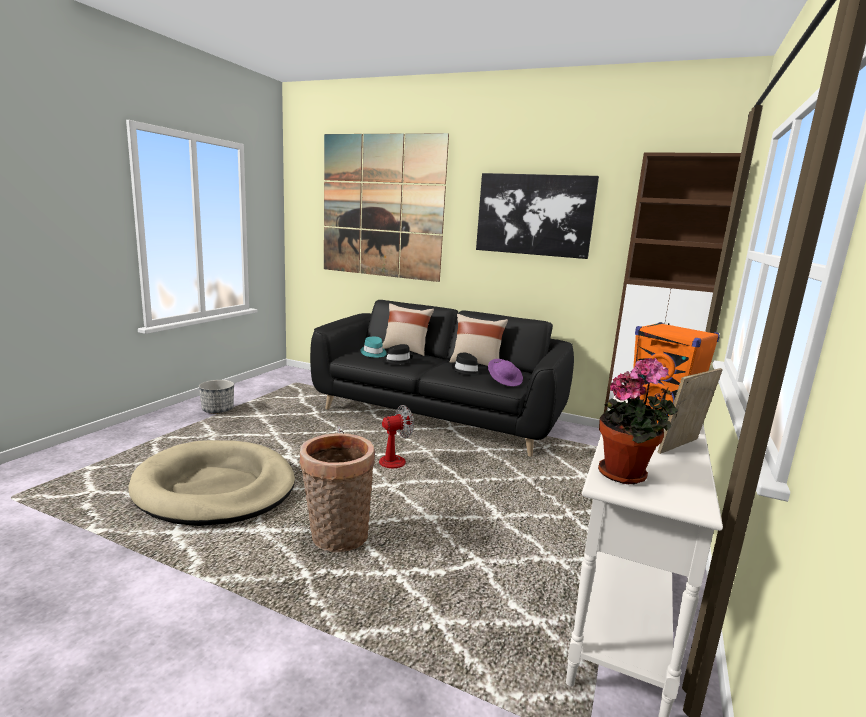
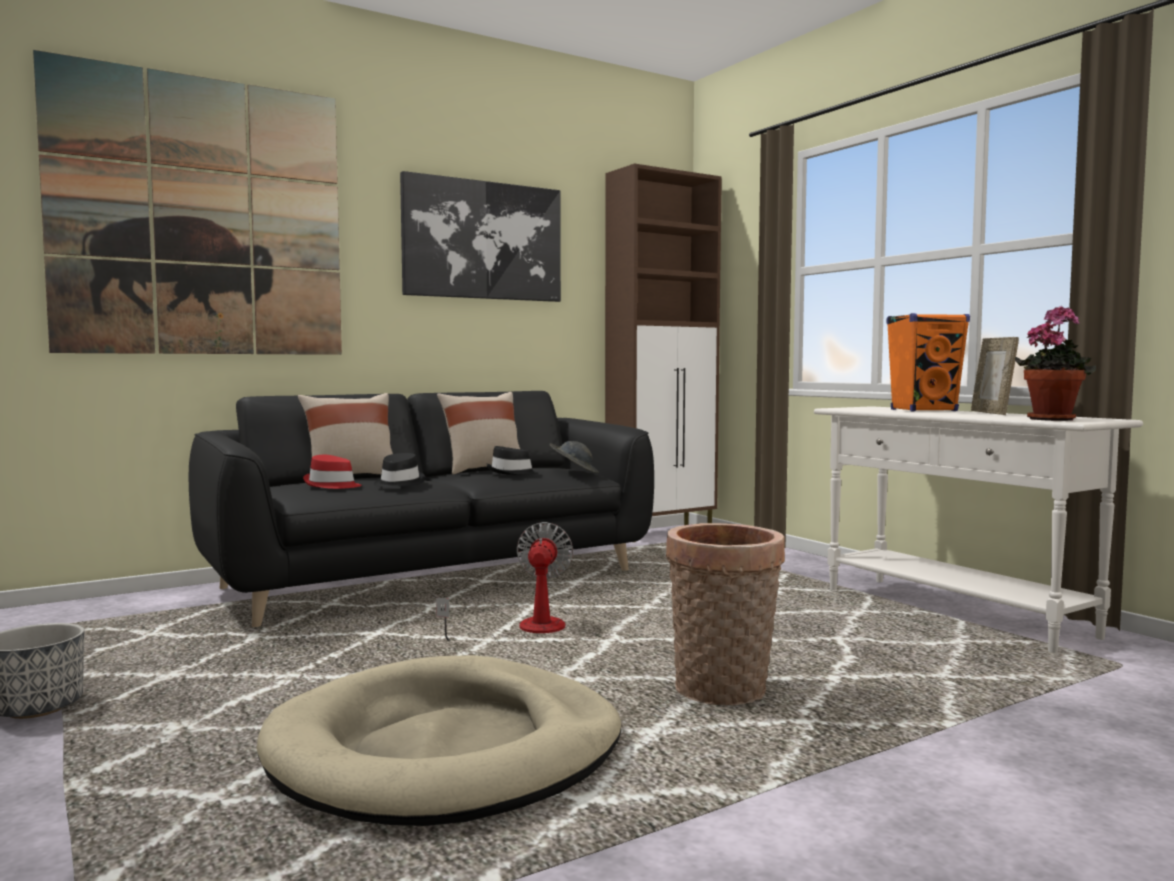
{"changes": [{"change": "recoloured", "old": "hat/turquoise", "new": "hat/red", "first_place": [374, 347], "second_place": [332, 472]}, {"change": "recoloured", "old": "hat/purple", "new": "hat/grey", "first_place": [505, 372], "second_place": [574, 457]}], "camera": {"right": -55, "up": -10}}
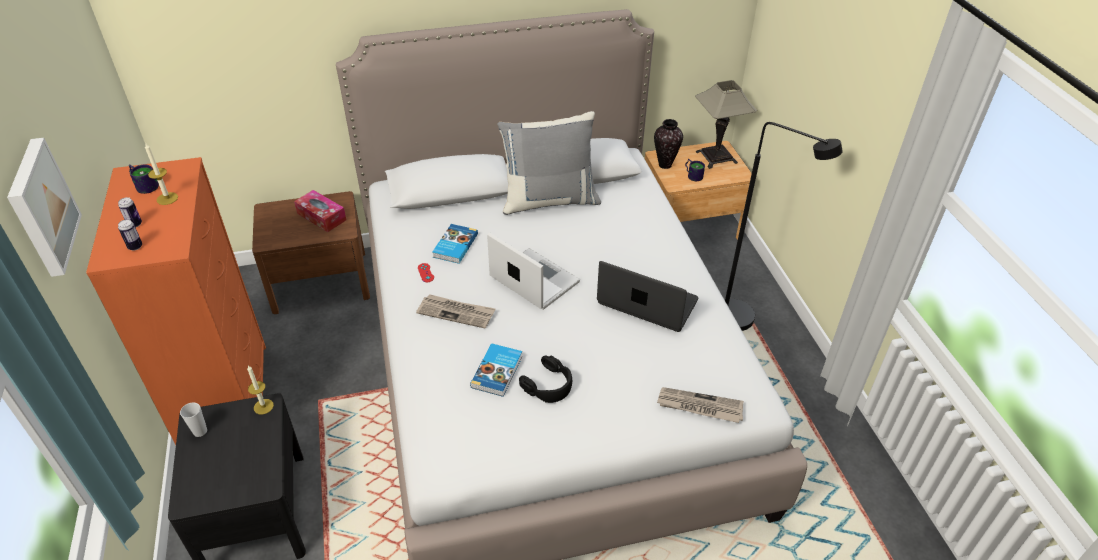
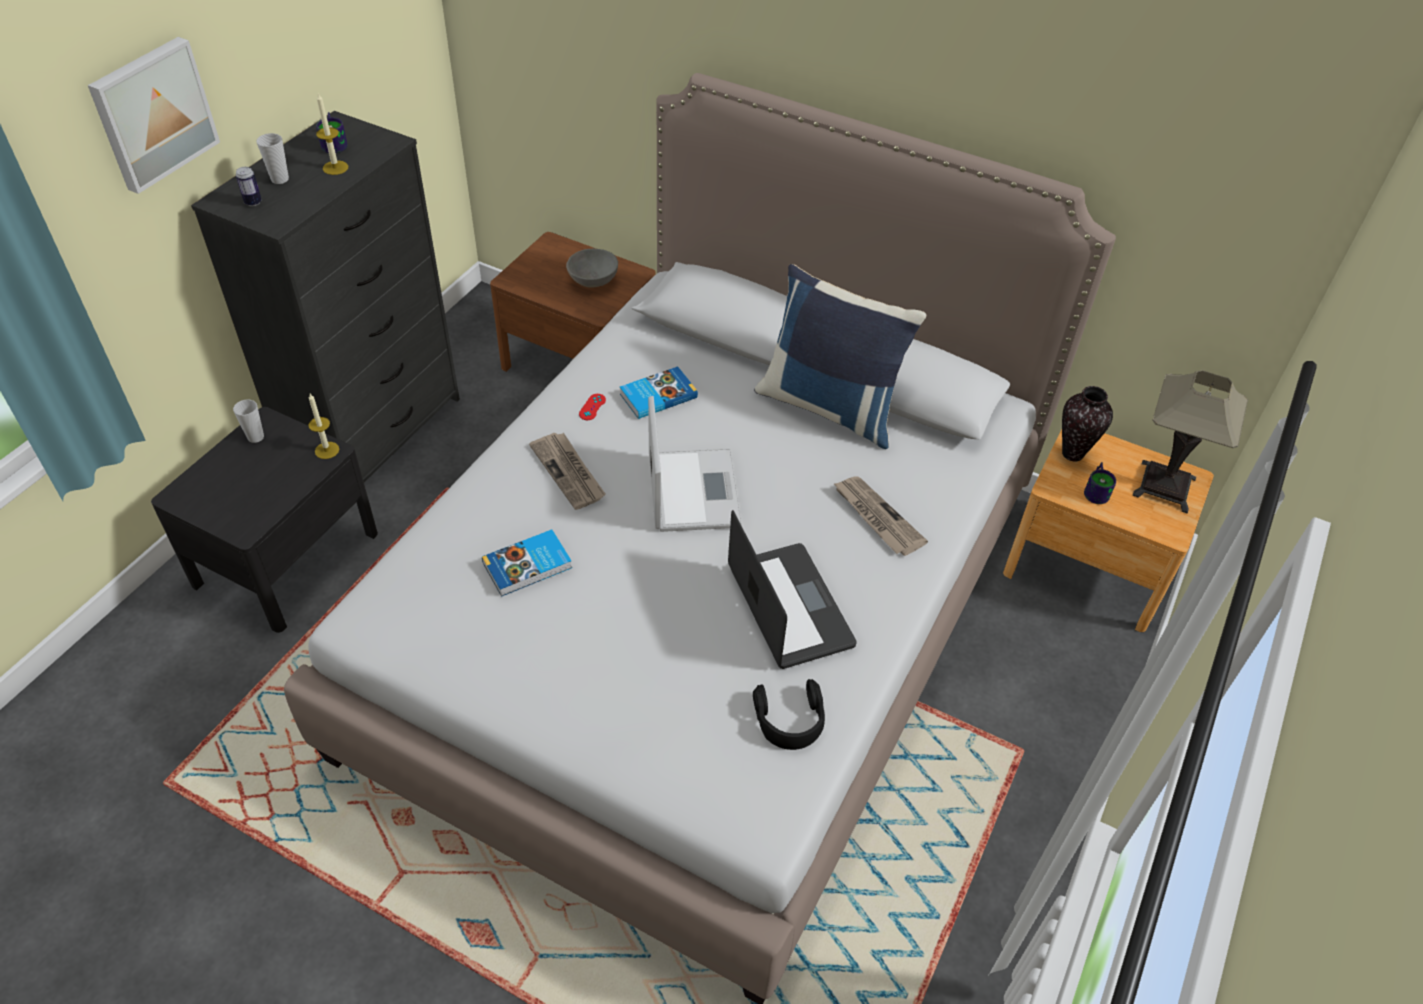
{"changes": [{"change": "recoloured", "old": "dresser/orange", "new": "dresser/black", "first_place": [176, 301], "second_place": [325, 296]}, {"change": "replaced", "old": "can", "new": "cup", "first_place": [130, 212], "second_place": [272, 158]}, {"change": "replaced", "old": "tissue box", "new": "bowl/grey", "first_place": [320, 211], "second_place": [592, 268]}, {"change": "recoloured", "old": "pillow/grey", "new": "pillow/blue", "first_place": [549, 163], "second_place": [840, 356]}, {"change": "moved", "old": "headphones/black", "first_place": [545, 379], "second_place": [789, 714]}, {"change": "moved", "old": "newspaper", "first_place": [700, 405], "second_place": [880, 516]}, {"change": "removed", "old": "floor lamp/black", "first_place": [784, 226]}], "camera": {"right": 40, "up": 5}}
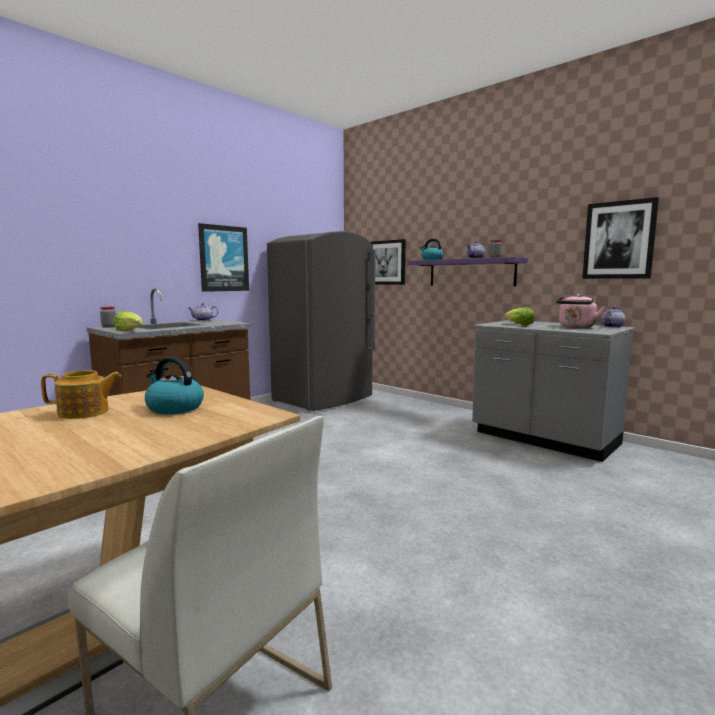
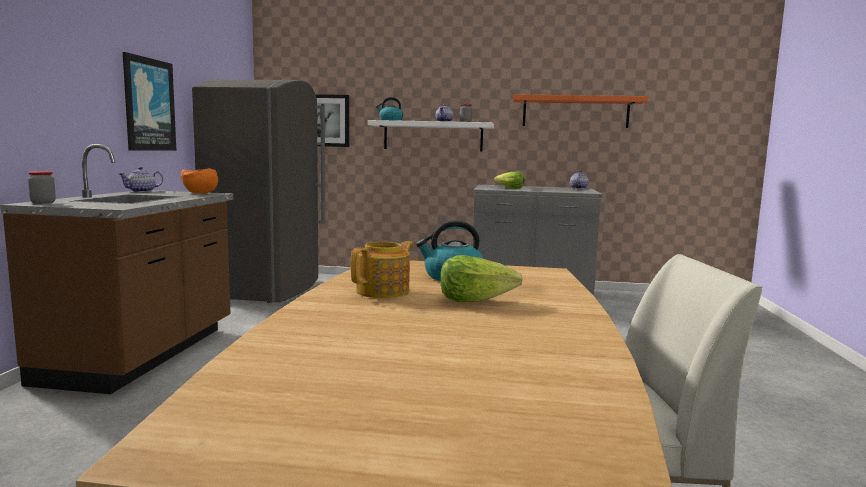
{"changes": [{"change": "moved", "old": "lettuce", "first_place": [128, 321], "second_place": [481, 278]}, {"change": "recoloured", "old": "shelf/purple", "new": "shelf/white", "first_place": [468, 272], "second_place": [431, 135]}, {"change": "removed", "old": "kettle/pink", "first_place": [580, 311]}, {"change": "replaced", "old": "picture", "new": "shelf/orange", "first_place": [620, 238], "second_place": [580, 111]}, {"change": "added", "new": "bowl/orange", "second_place": [199, 181]}], "camera": {"right": -35, "up": 0}}
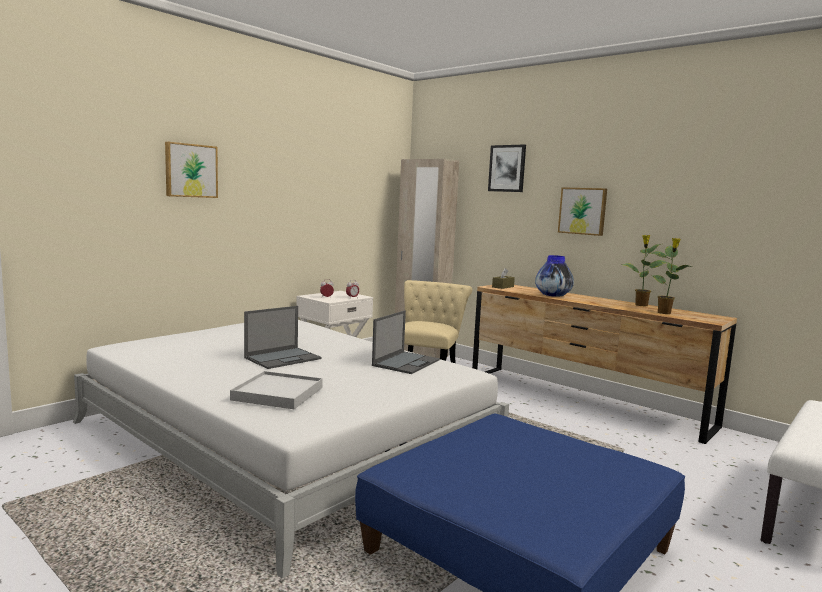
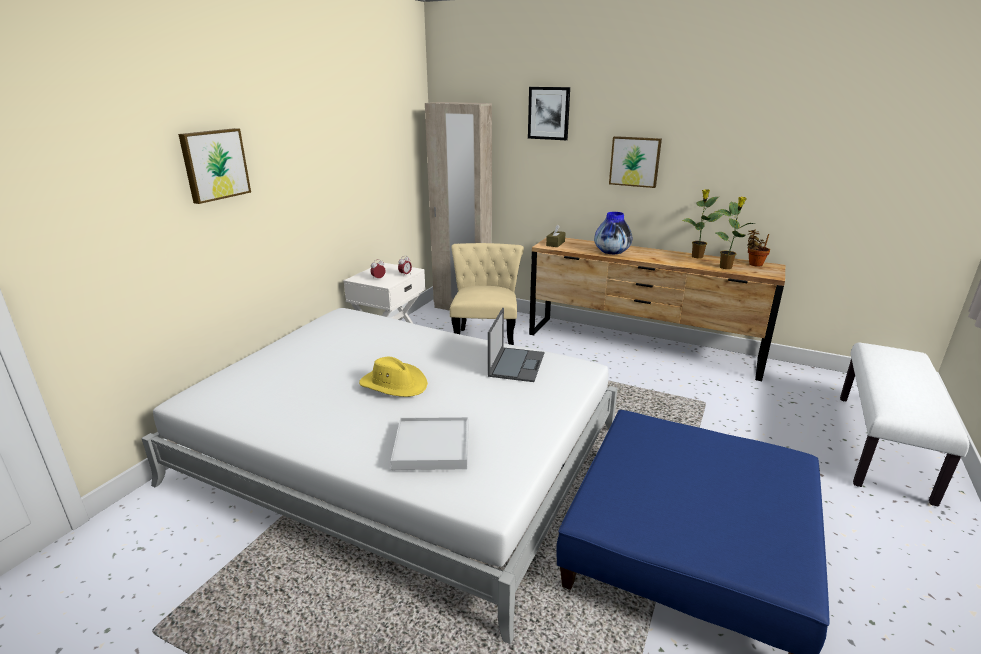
{"changes": [{"change": "replaced", "old": "laptop", "new": "hat/yellow", "first_place": [283, 337], "second_place": [393, 377]}, {"change": "added", "new": "potted plant", "second_place": [758, 248]}], "camera": {"right": -15, "up": 15}}
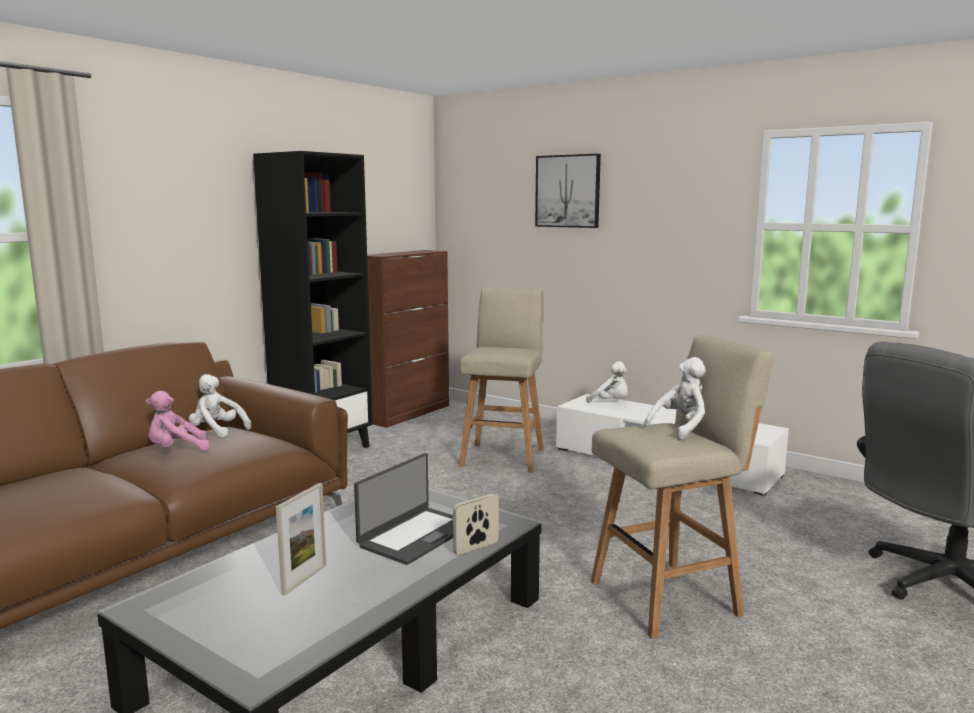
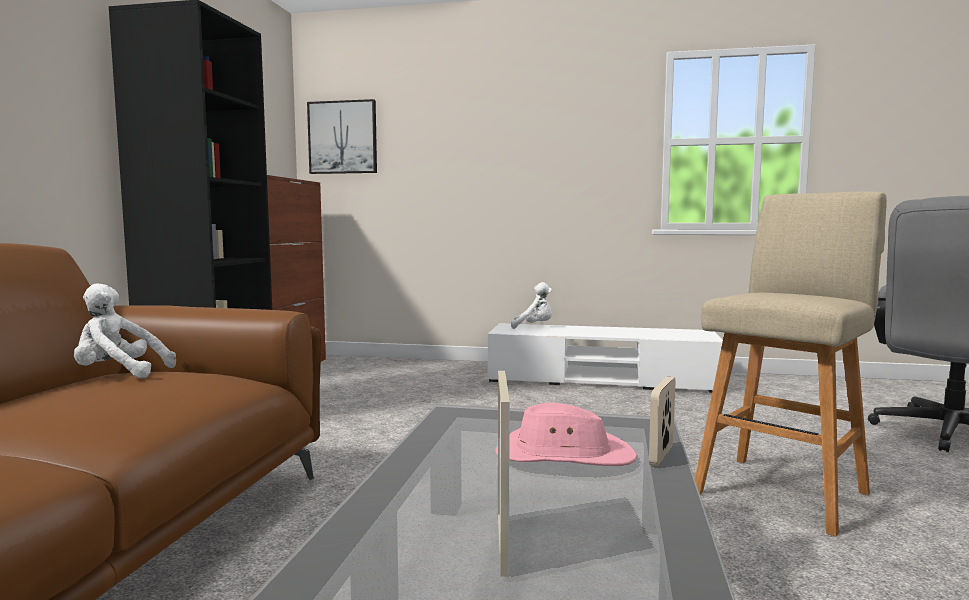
{"changes": [{"change": "removed", "old": "plush toy/pink", "first_place": [178, 421]}, {"change": "replaced", "old": "laptop", "new": "hat/pink", "first_place": [403, 509], "second_place": [566, 434]}, {"change": "removed", "old": "stool/beige", "first_place": [501, 380]}, {"change": "moved", "old": "picture", "first_place": [568, 191], "second_place": [342, 136]}, {"change": "removed", "old": "plush toy/white", "first_place": [675, 398]}], "camera": {"right": -25, "up": -5}}
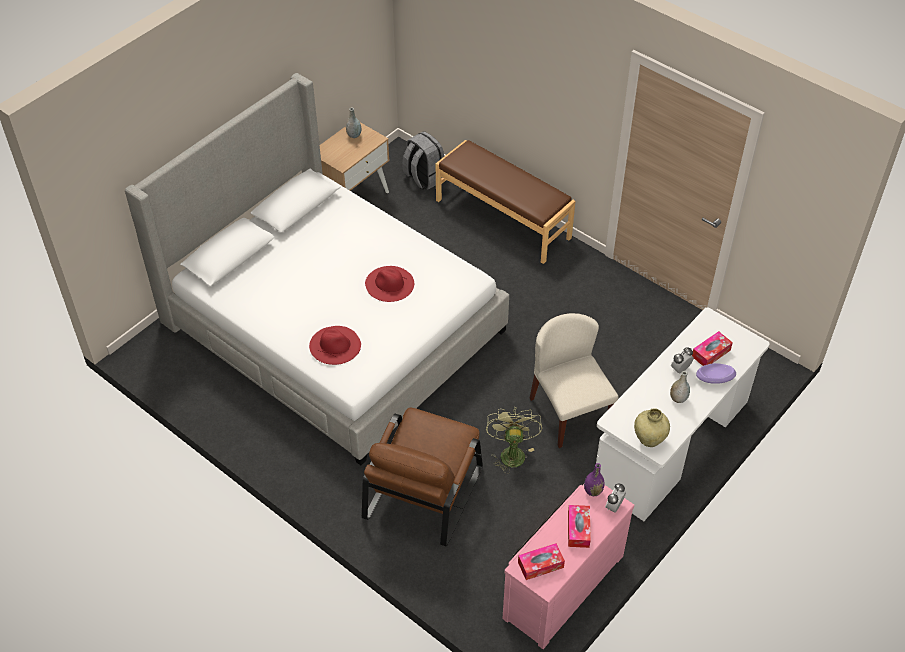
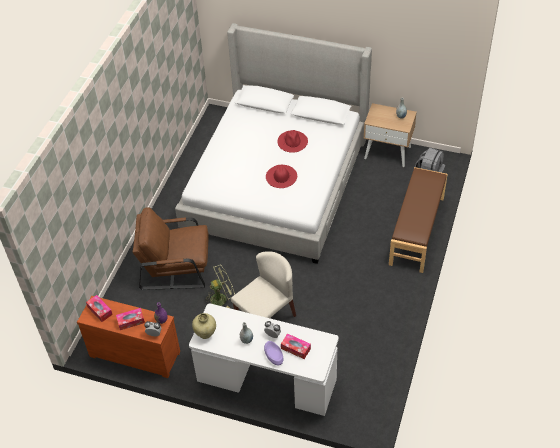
{"changes": [{"change": "moved", "old": "hat/red", "first_place": [335, 345], "second_place": [292, 141]}, {"change": "recoloured", "old": "dresser/pink", "new": "dresser/brown", "first_place": [568, 566], "second_place": [128, 337]}], "camera": {"right": 70, "up": 0}}
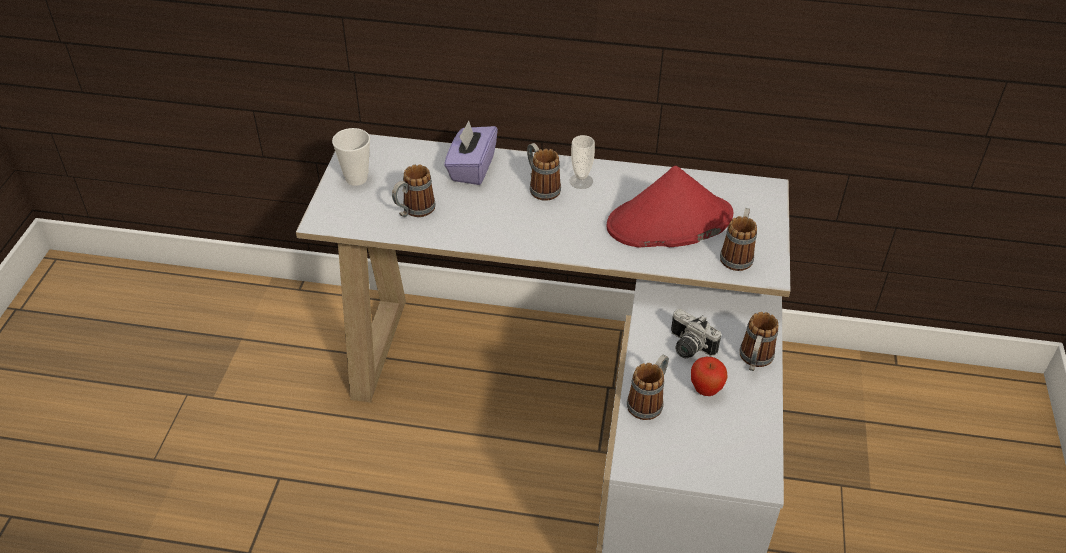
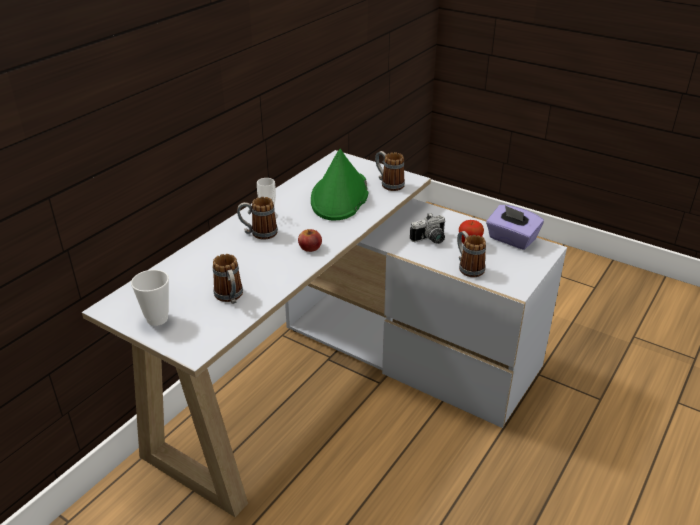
{"changes": [{"change": "moved", "old": "tissue box/purple", "first_place": [471, 153], "second_place": [515, 227]}, {"change": "recoloured", "old": "hat/red", "new": "hat/green", "first_place": [669, 207], "second_place": [339, 184]}, {"change": "removed", "old": "mug", "first_place": [759, 341]}, {"change": "added", "new": "apple", "second_place": [310, 240]}], "camera": {"right": -65, "up": -10}}
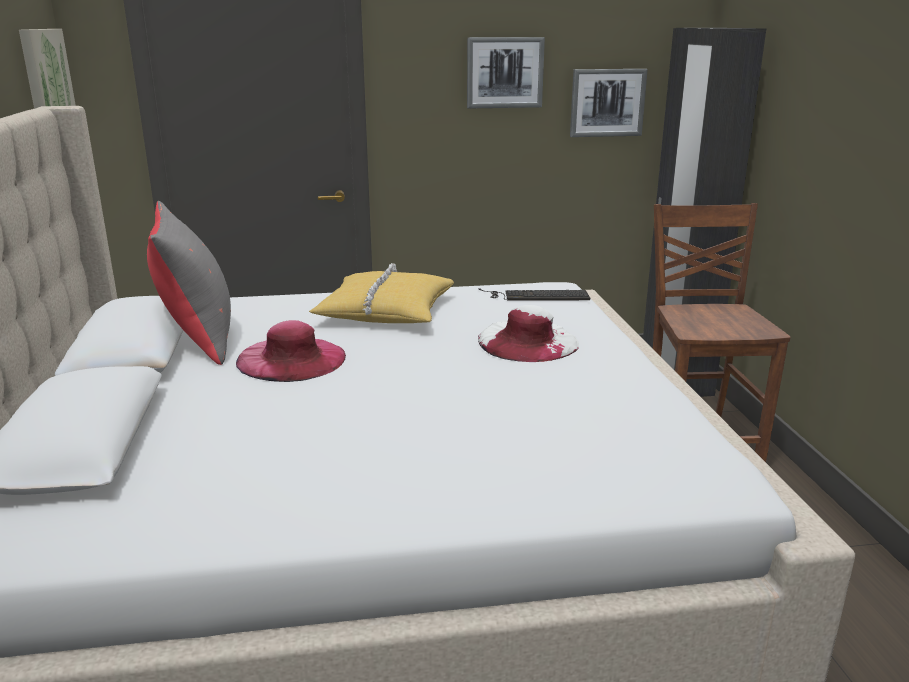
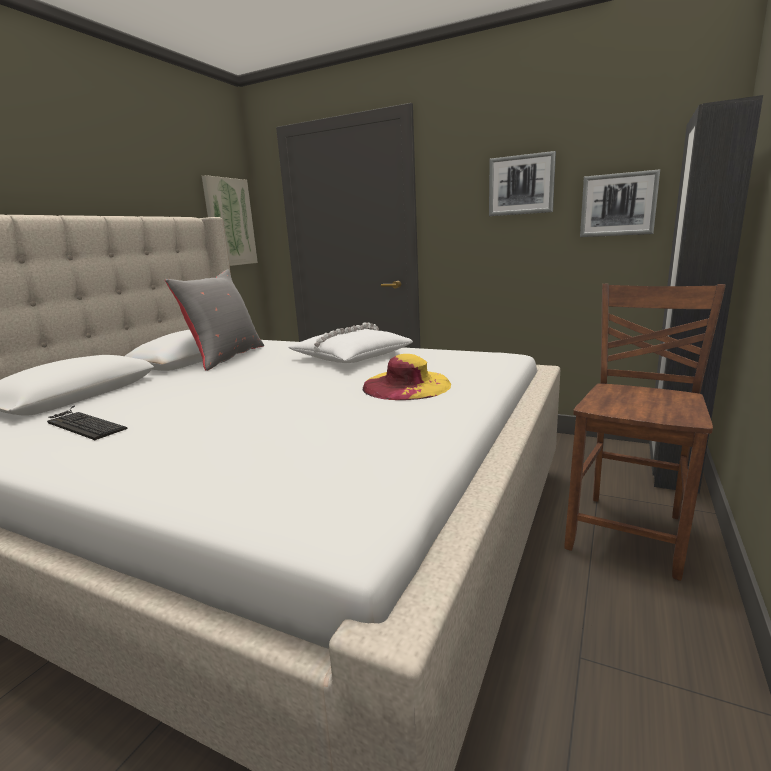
{"changes": [{"change": "removed", "old": "hat/pink", "first_place": [291, 351]}, {"change": "recoloured", "old": "pillow/yellow", "new": "pillow/white", "first_place": [381, 293], "second_place": [350, 342]}, {"change": "recoloured", "old": "hat/white", "new": "hat/yellow", "first_place": [528, 333], "second_place": [406, 377]}, {"change": "moved", "old": "keyboard", "first_place": [534, 294], "second_place": [87, 422]}], "camera": {"right": 35, "up": -5}}
